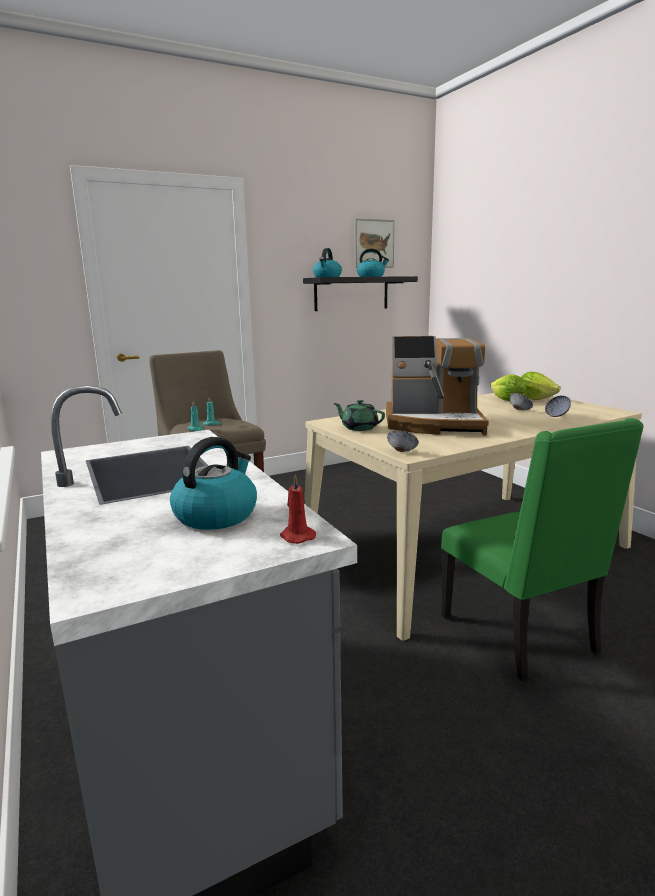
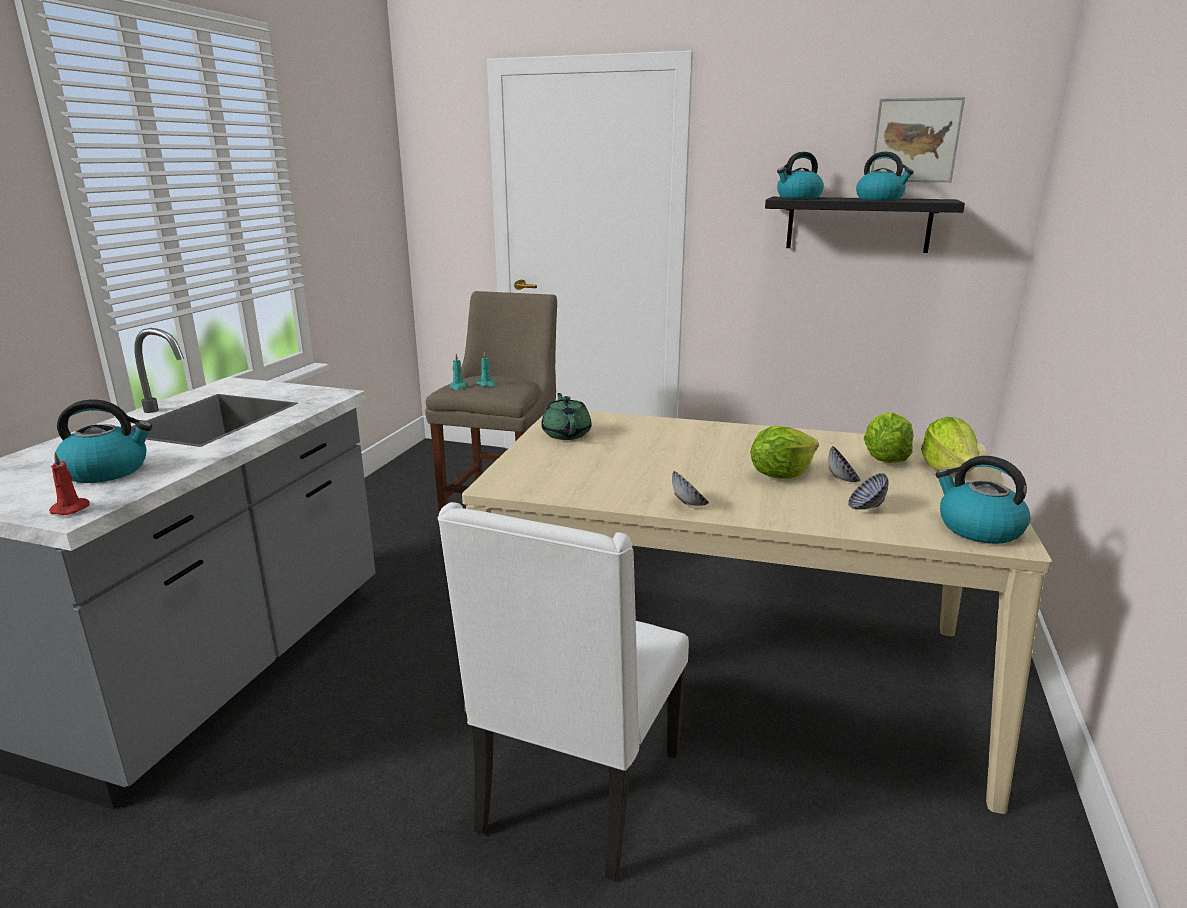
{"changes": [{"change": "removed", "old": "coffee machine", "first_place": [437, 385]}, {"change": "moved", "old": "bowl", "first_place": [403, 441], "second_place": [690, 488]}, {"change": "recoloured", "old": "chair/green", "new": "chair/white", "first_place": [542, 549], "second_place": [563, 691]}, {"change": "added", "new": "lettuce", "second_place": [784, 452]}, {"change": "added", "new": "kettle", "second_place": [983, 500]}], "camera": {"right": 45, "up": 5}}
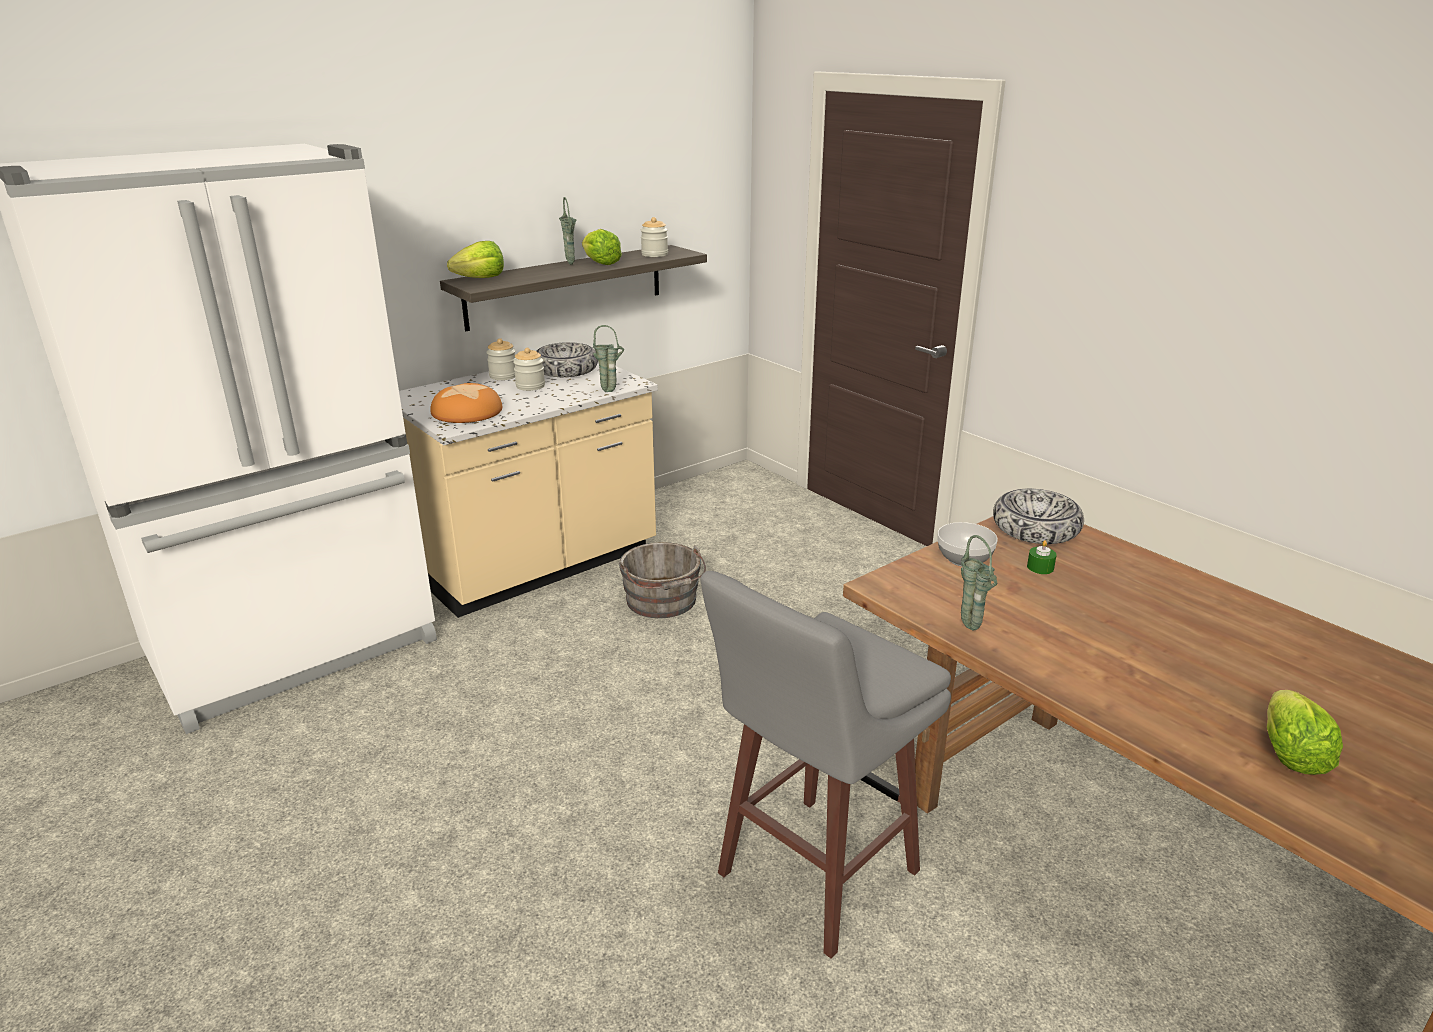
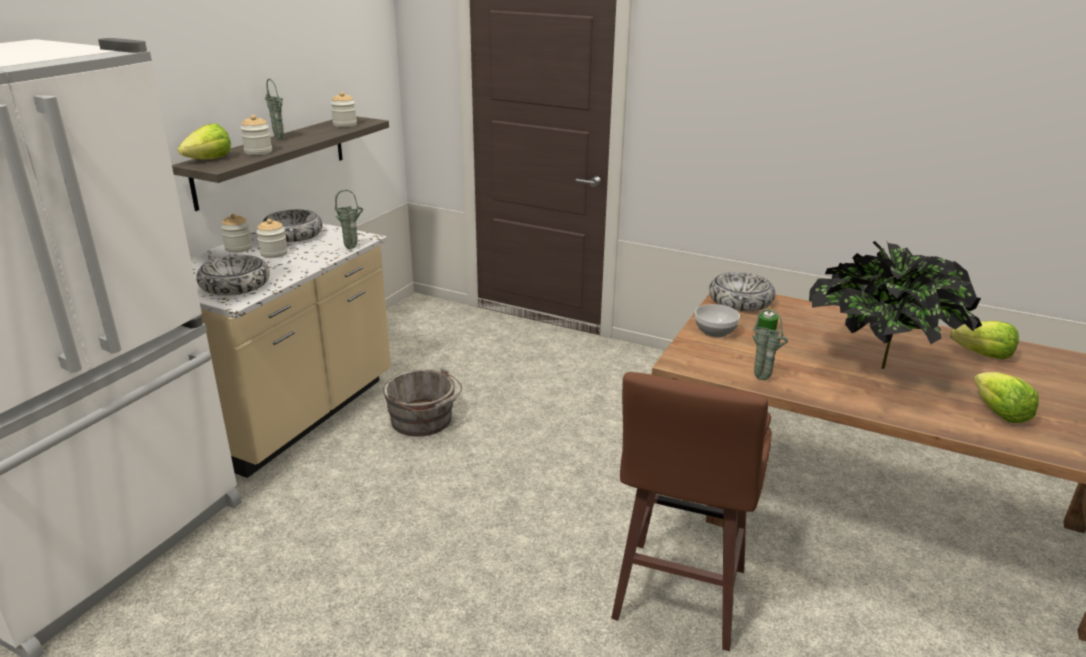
{"changes": [{"change": "replaced", "old": "bread", "new": "bowl", "first_place": [466, 403], "second_place": [233, 275]}, {"change": "moved", "old": "lettuce", "first_place": [602, 247], "second_place": [984, 340]}, {"change": "recoloured", "old": "stool/grey", "new": "stool/brown", "first_place": [825, 764], "second_place": [691, 511]}, {"change": "added", "new": "jar", "second_place": [256, 135]}, {"change": "added", "new": "potted plant", "second_place": [895, 305]}], "camera": {"right": -25, "up": 0}}
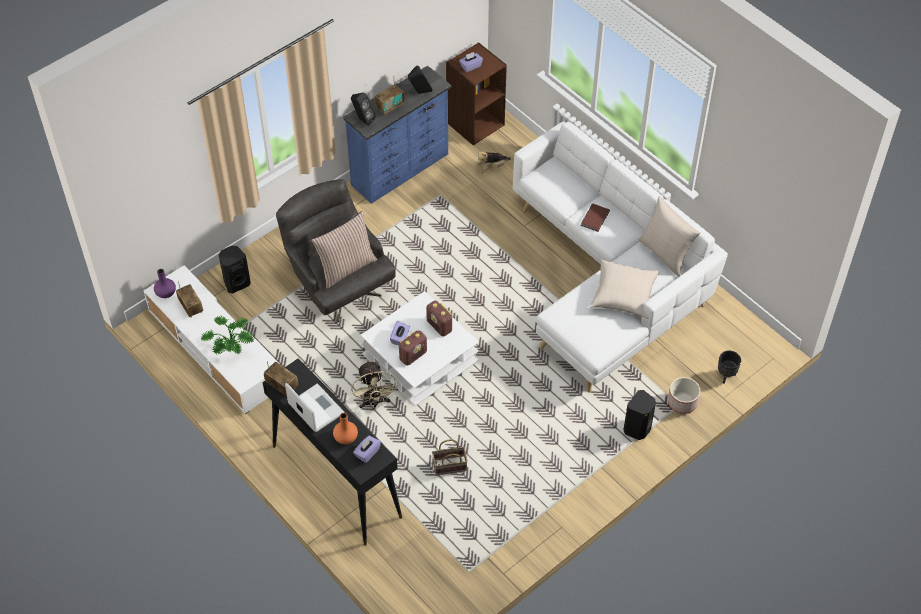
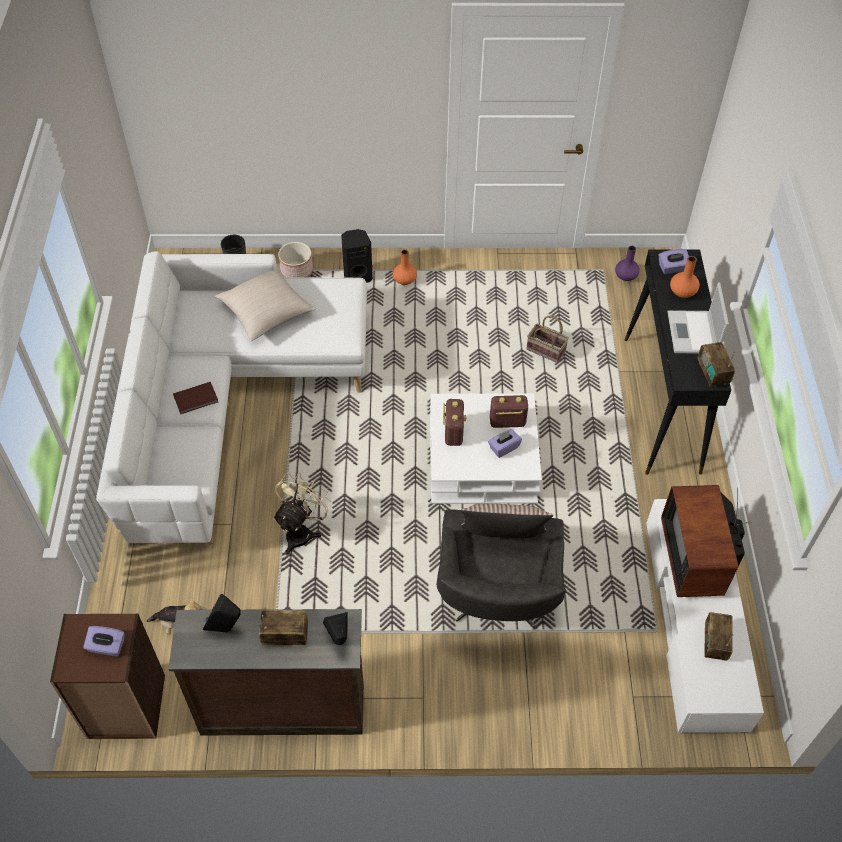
{"changes": [{"change": "moved", "old": "vase/purple", "first_place": [165, 283], "second_place": [627, 263]}, {"change": "replaced", "old": "potted plant", "new": "television", "first_place": [227, 335], "second_place": [706, 541]}, {"change": "removed", "old": "speaker/black", "first_place": [234, 270]}, {"change": "recoloured", "old": "dresser/blue", "new": "dresser/brown", "first_place": [397, 134], "second_place": [266, 672]}, {"change": "moved", "old": "fan/beige", "first_place": [374, 384], "second_place": [303, 514]}, {"change": "removed", "old": "pillow/beige", "first_place": [670, 236]}, {"change": "added", "new": "vase/orange", "second_place": [405, 267]}], "camera": {"right": -140, "up": 0}}
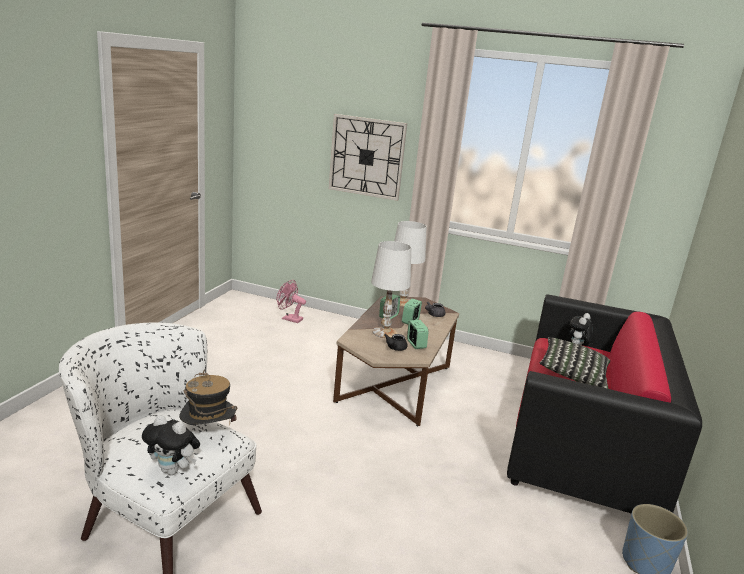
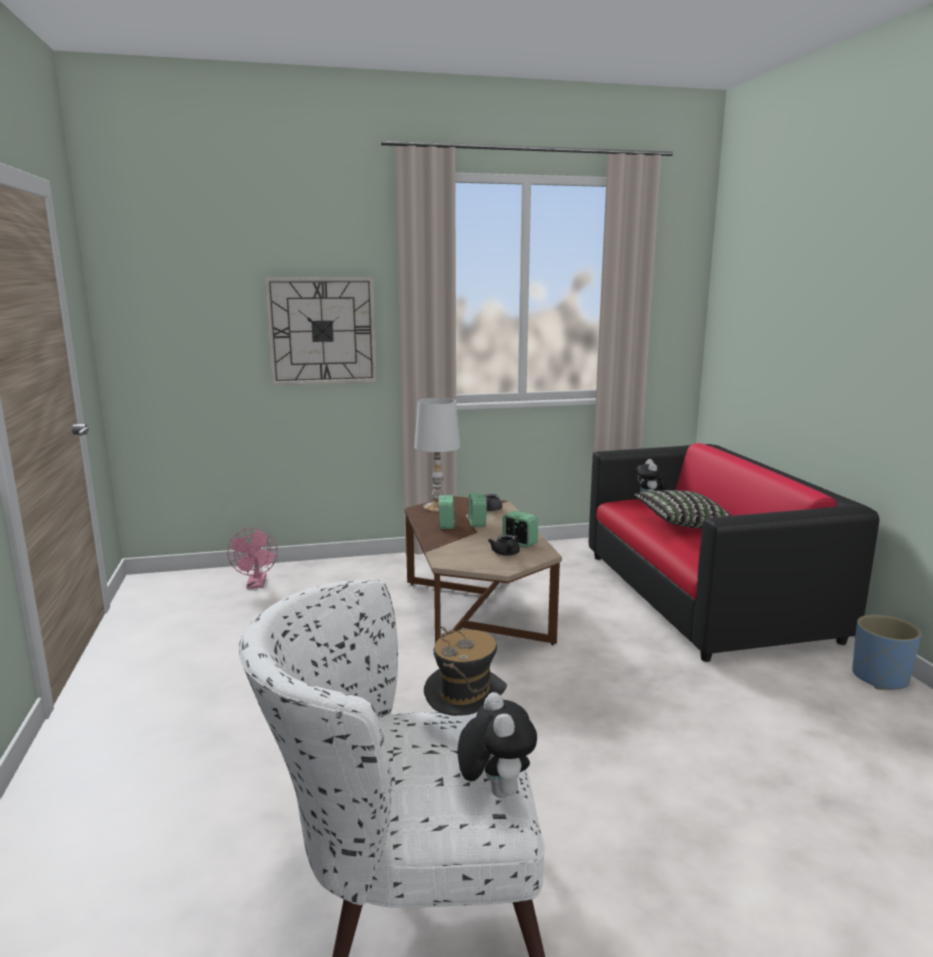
{"changes": [{"change": "turned", "old": "plush toy", "first_place": [171, 445], "second_place": [497, 745], "degrees": -90}, {"change": "turned", "old": "fan/pink", "first_place": [291, 301], "second_place": [252, 558], "degrees": -90}, {"change": "removed", "old": "table lamp/white", "first_place": [391, 289]}], "camera": {"right": -30, "up": -5}}
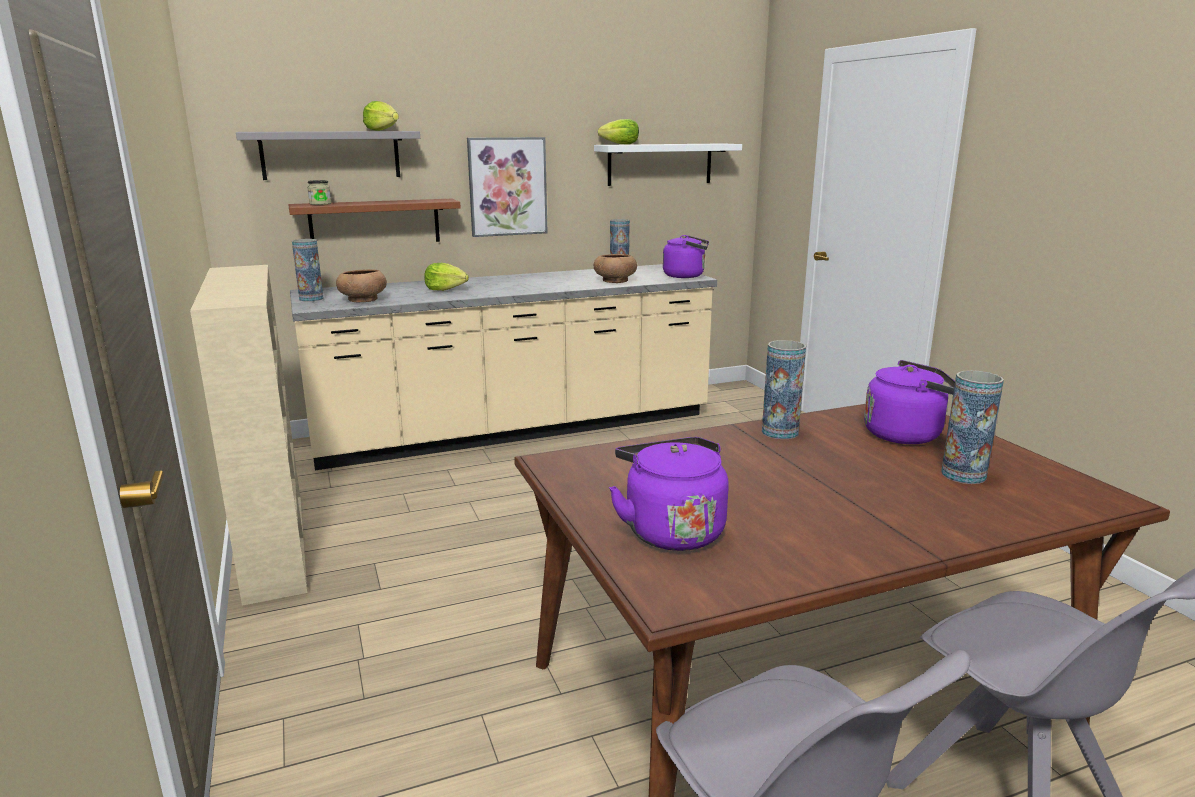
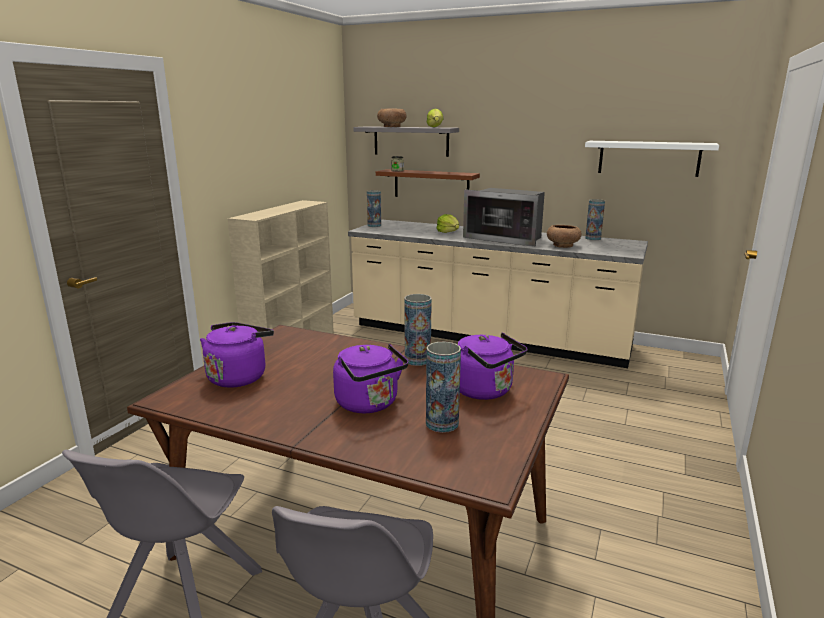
{"changes": [{"change": "moved", "old": "bowl/brown", "first_place": [361, 285], "second_place": [392, 117]}, {"change": "removed", "old": "picture", "first_place": [507, 187]}, {"change": "removed", "old": "lettuce", "first_place": [618, 132]}, {"change": "moved", "old": "kettle/purple", "first_place": [686, 256], "second_place": [370, 378]}, {"change": "added", "new": "microwave", "second_place": [504, 217]}], "camera": {"right": 45, "up": 0}}
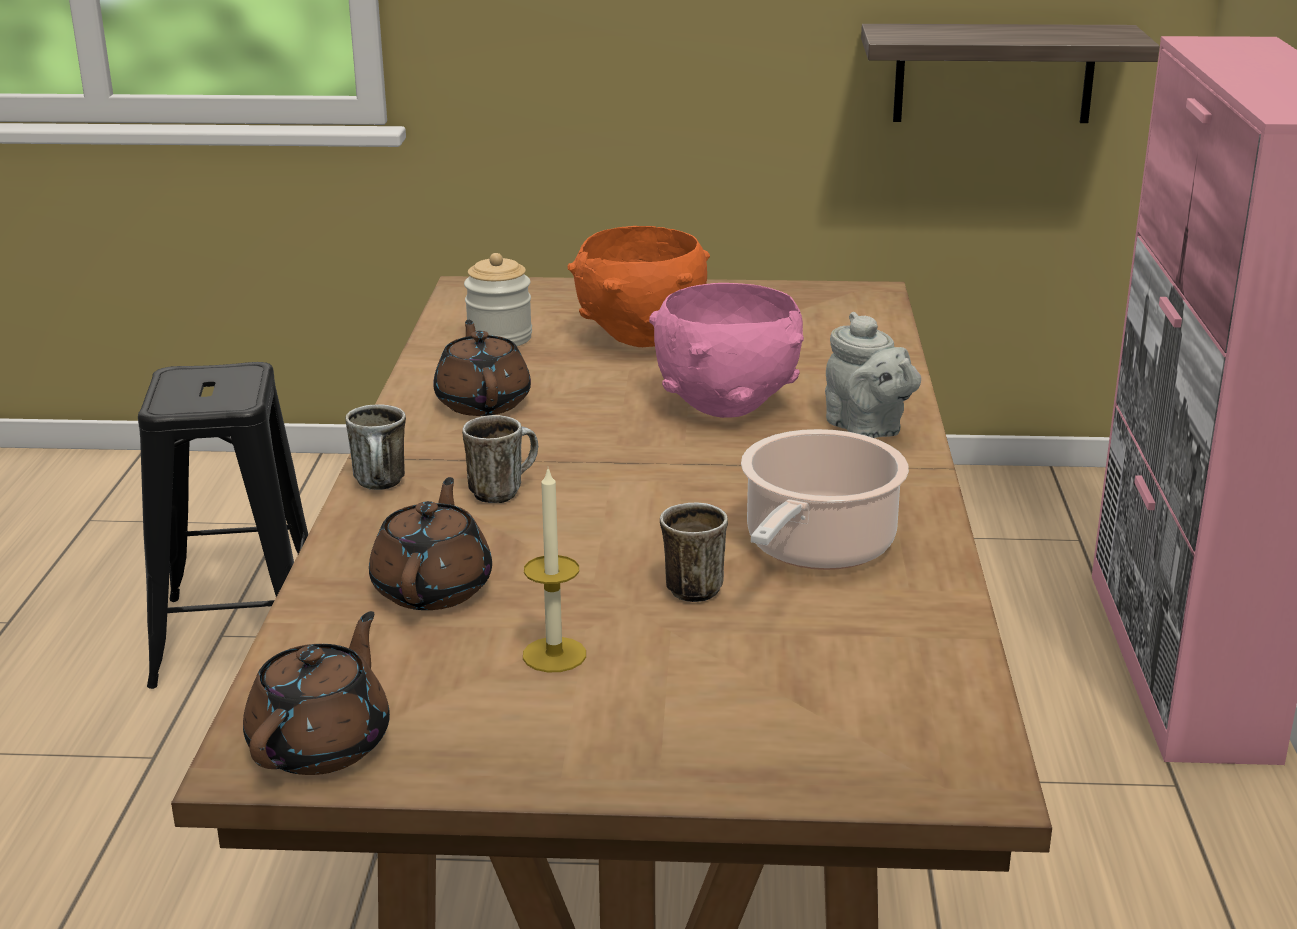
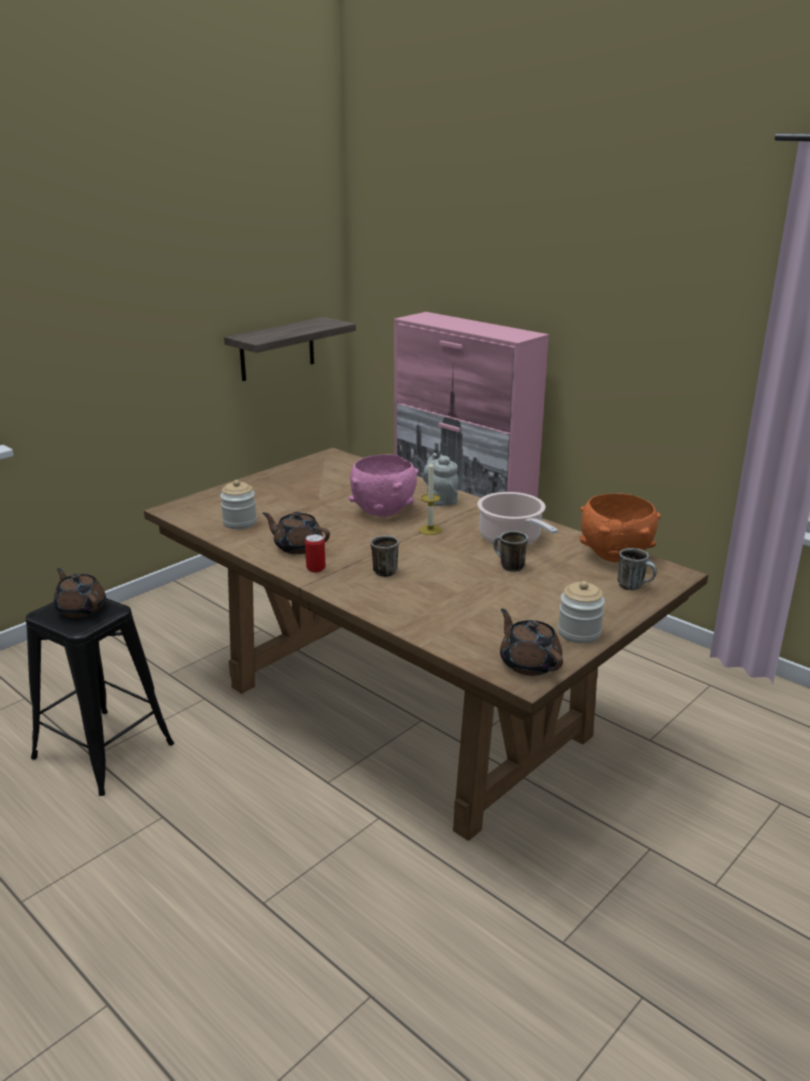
{"changes": [{"change": "moved", "old": "mug", "first_place": [376, 447], "second_place": [637, 569]}, {"change": "moved", "old": "teapot/brown", "first_place": [430, 543], "second_place": [79, 593]}, {"change": "moved", "old": "candle", "first_place": [554, 570], "second_place": [430, 498]}, {"change": "moved", "old": "bowl/orange", "first_place": [638, 286], "second_place": [620, 527]}, {"change": "turned", "old": "teapot/grey", "first_place": [873, 375], "second_place": [441, 479], "degrees": -120}, {"change": "added", "new": "can", "second_place": [315, 553]}, {"change": "added", "new": "jar", "second_place": [581, 612]}], "camera": {"right": -50, "up": 0}}
